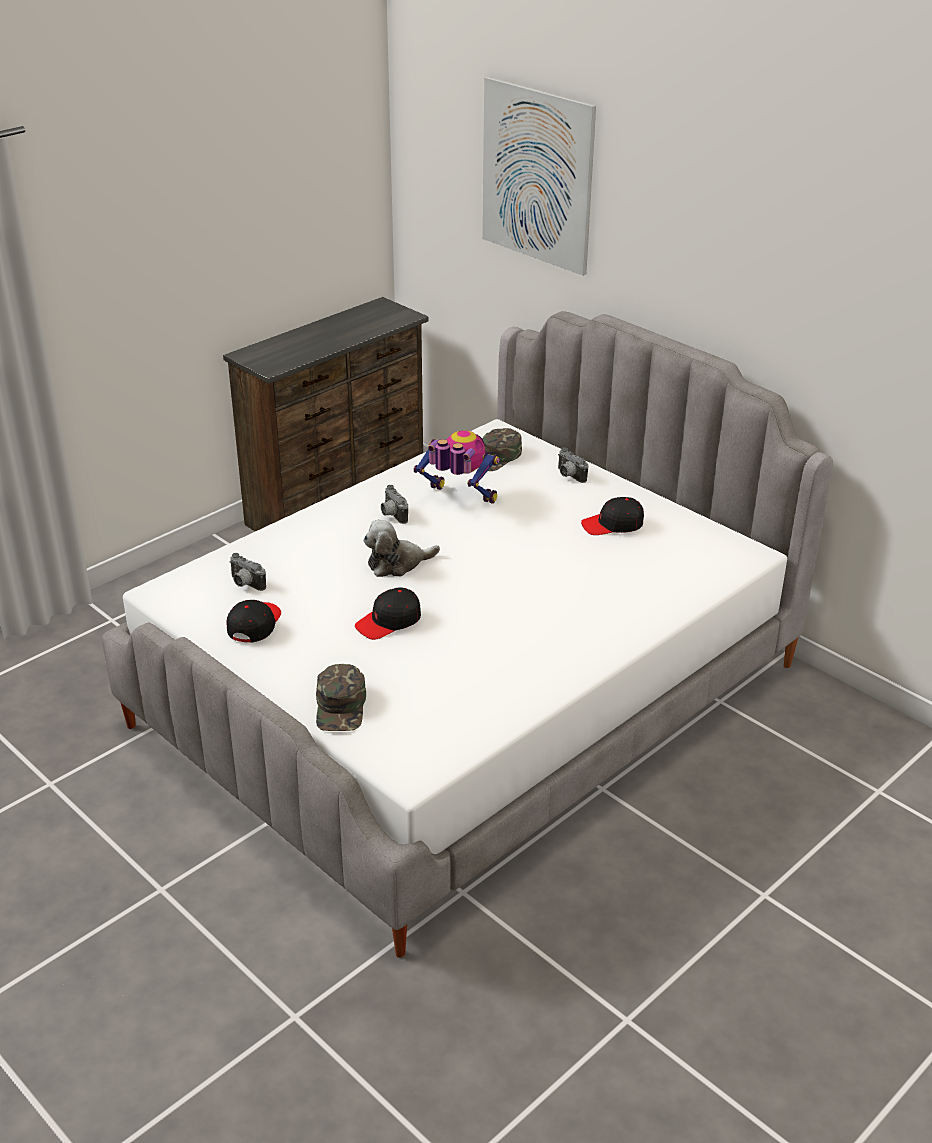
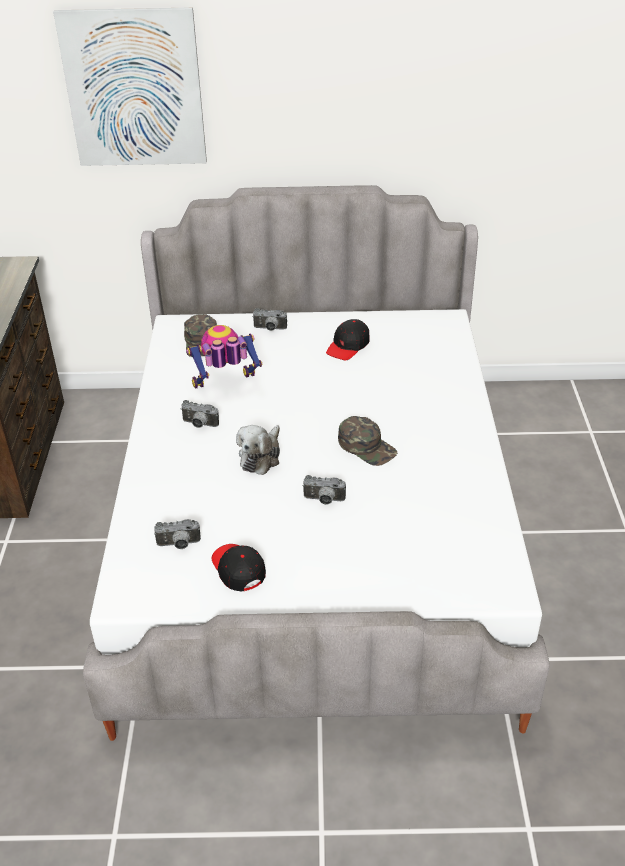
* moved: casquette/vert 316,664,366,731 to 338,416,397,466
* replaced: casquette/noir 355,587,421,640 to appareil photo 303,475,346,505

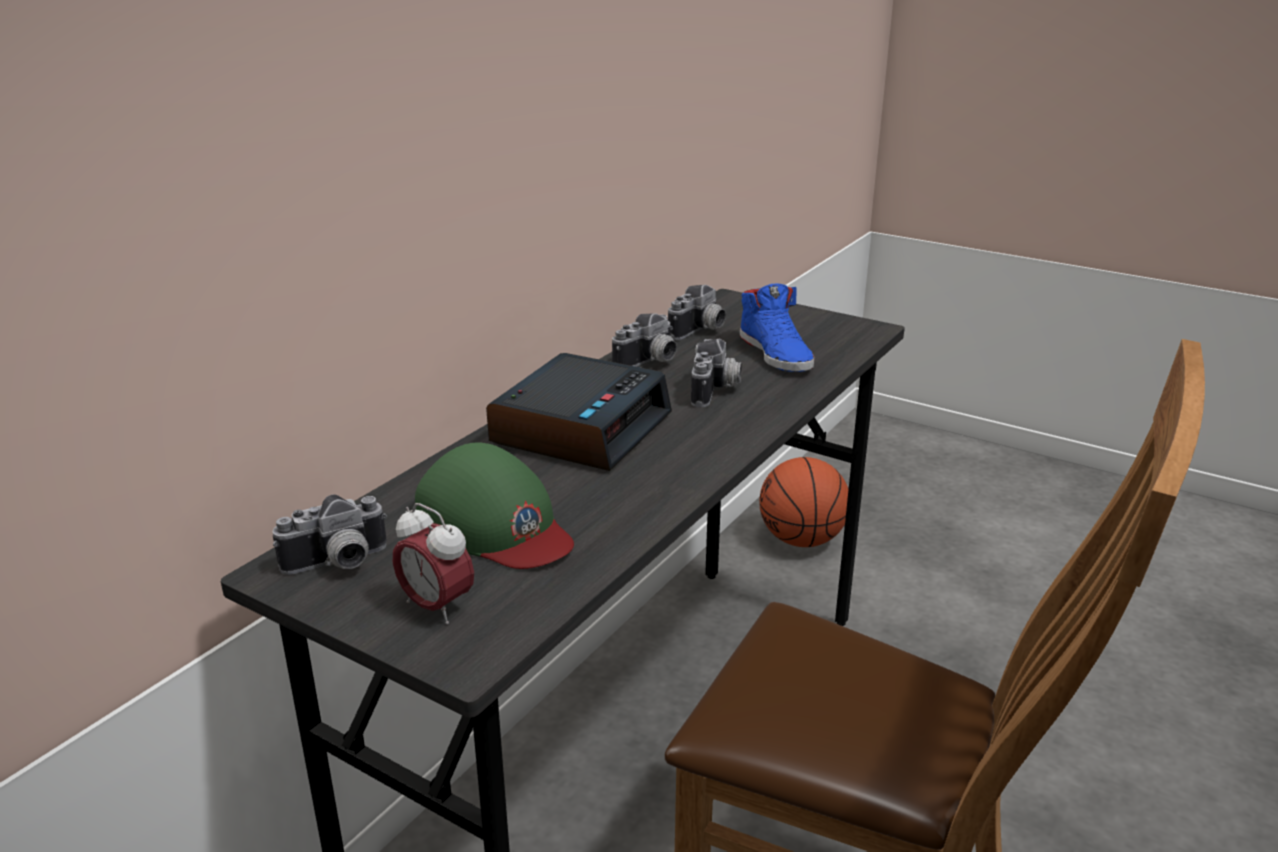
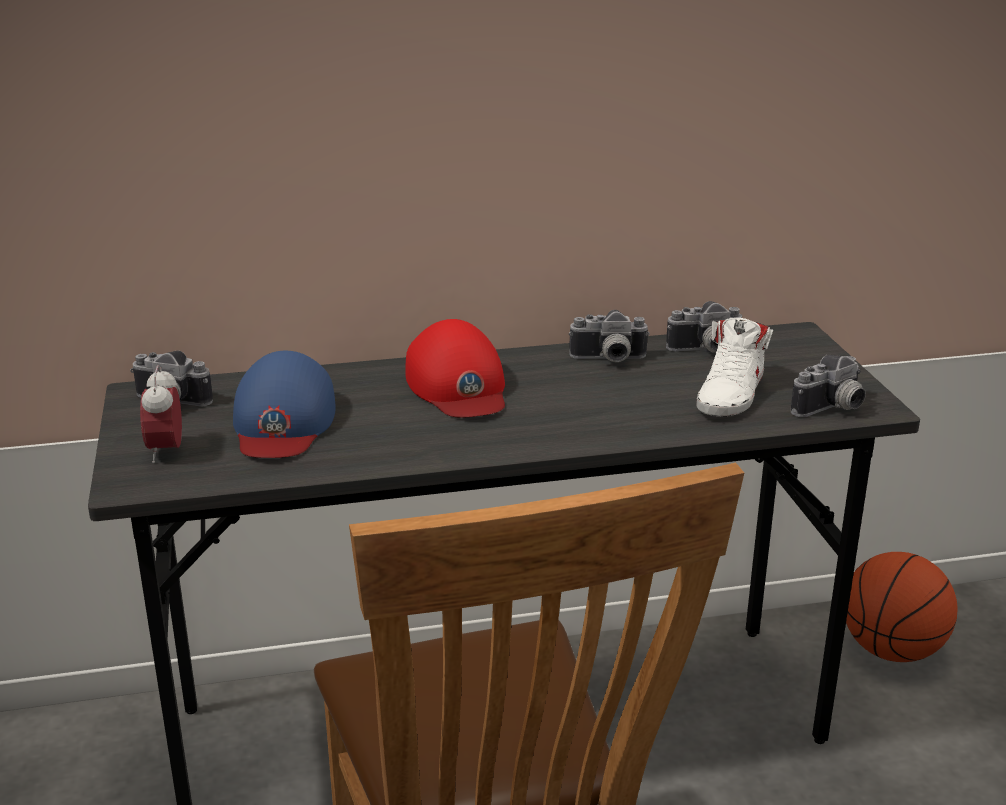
* moved: appareil photo 691,339,742,407 to 791,355,866,417
* replaced: réveil 486,353,672,471 to casquette/rouge 405,319,505,418
* recoloured: casquette/vert 415,442,574,569 to casquette/bleu 233,351,336,458
* recoloured: chaussure/bleu 740,284,815,372 to chaussure/blanc 696,318,773,417

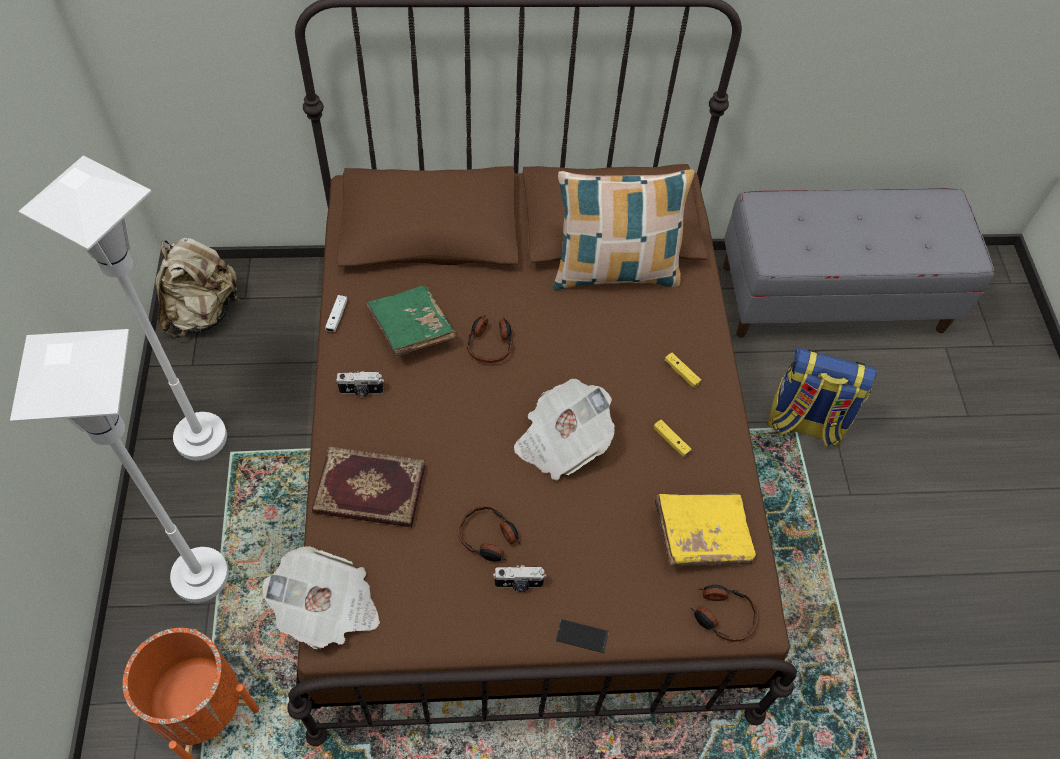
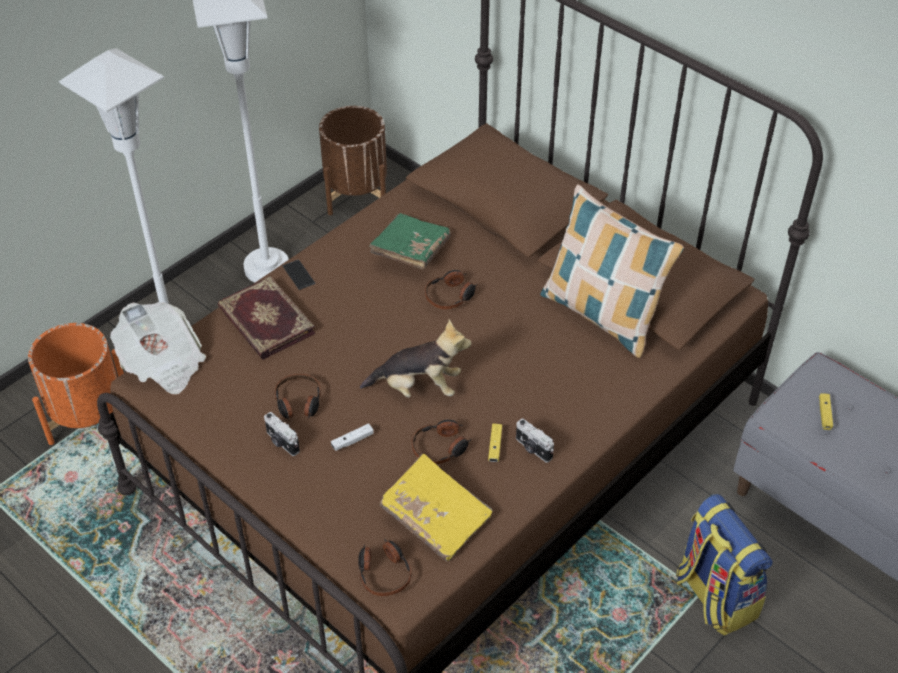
* added: casque audio 412,420,472,465
* moved: manette/blanc 325,295,347,332 to 331,423,374,451
* moved: appareil photo 336,371,384,397 to 516,418,554,463
* moved: téléphone 556,619,609,653 to 282,259,316,290
* moved: manette/jaune 665,353,701,388 to 819,393,833,430
* replaced: sac à dos/beige 155,237,240,338 to cache-pot/marron 319,106,387,215
* replaced: journal 514,379,615,481 to peluche 360,319,472,397

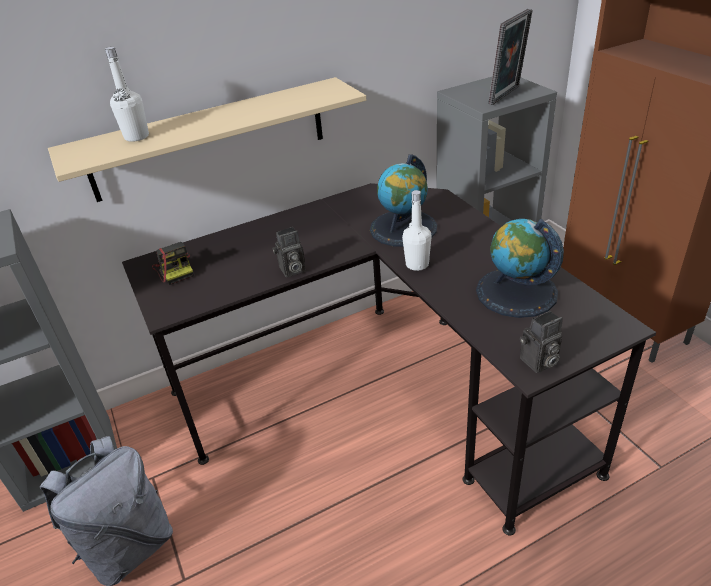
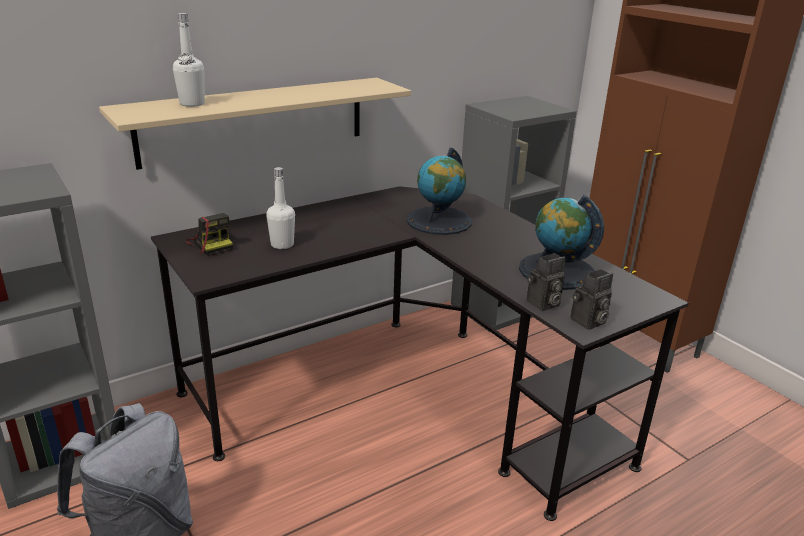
* removed: cadre photo 488,9,533,105
* moved: appareil photo 272,227,306,277 to 527,253,565,311
* moved: bouteille/blanc 402,190,432,271 to 266,167,295,249

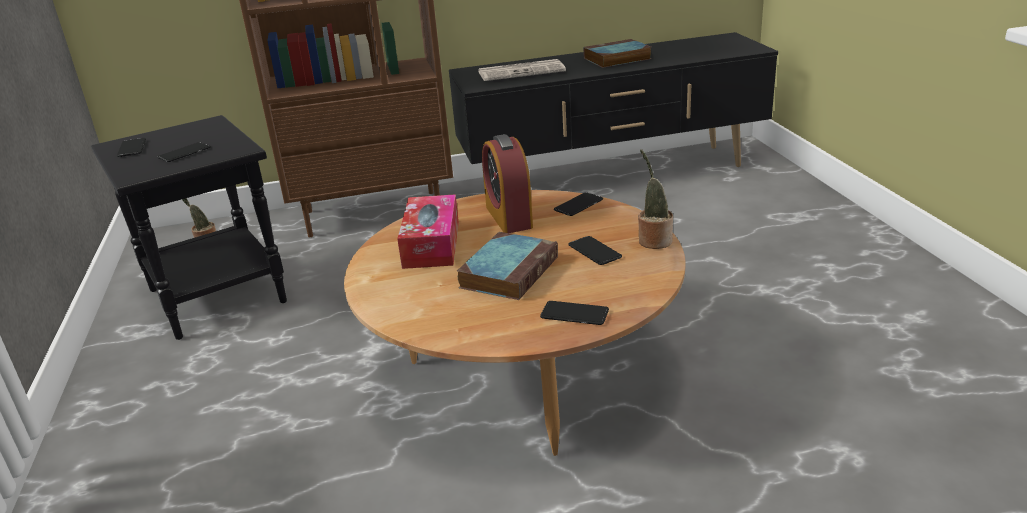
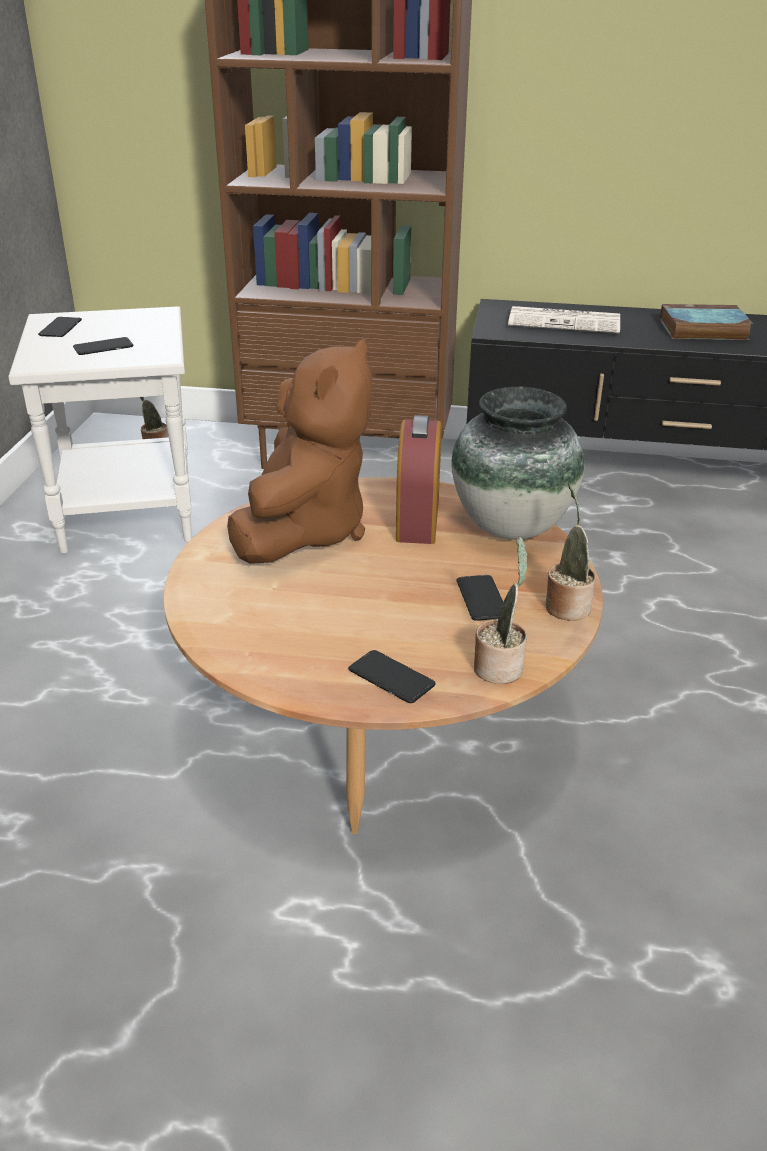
* removed: livre 457,232,558,300
* added: plante en pot 474,536,528,684
* replaced: boîte à mouchoirs 397,194,459,269 to peluche/marron 227,339,372,564
* replaced: téléphone 554,192,603,216 to vase 452,387,584,540
* recoloured: table d'appoint/noir 91,115,287,340 to table d'appoint/blanc 8,306,192,554

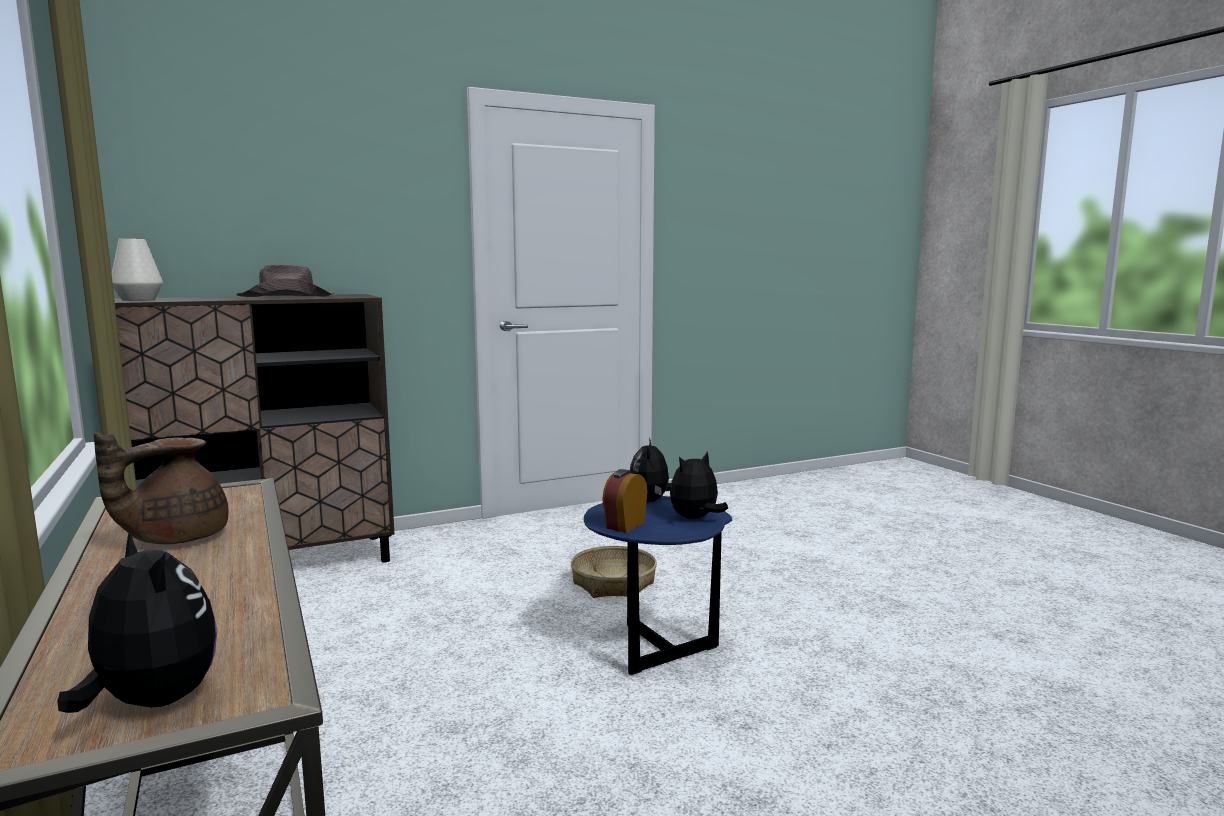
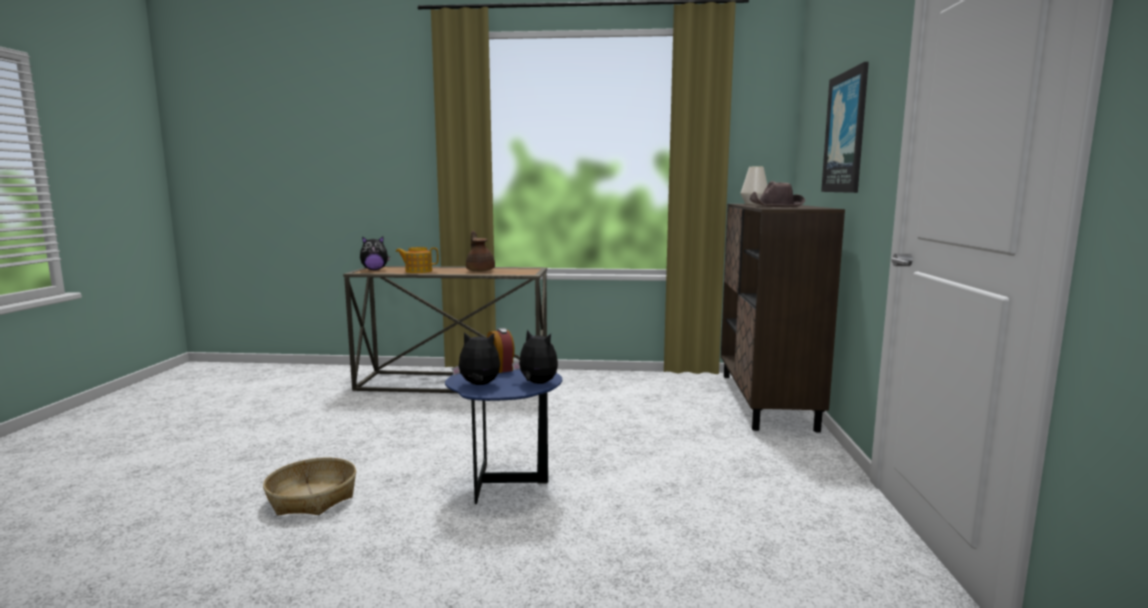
* added: théière 396,247,439,273
* added: tableau 821,62,869,193
* moved: panier 571,546,657,598 to 263,457,356,515
* turned: peluche 670,451,728,519 = 452,332,500,385 75 degrees counterclockwise

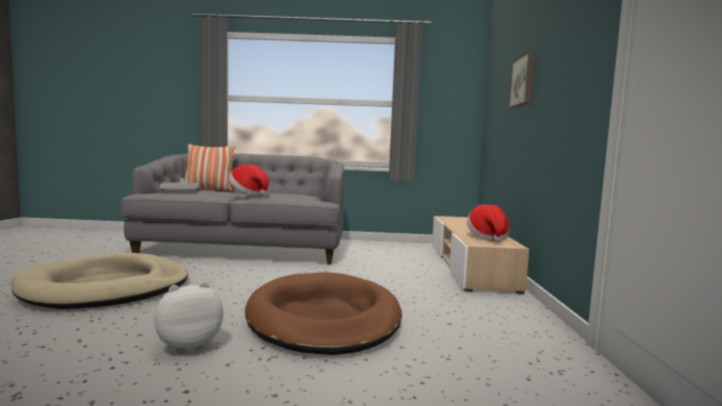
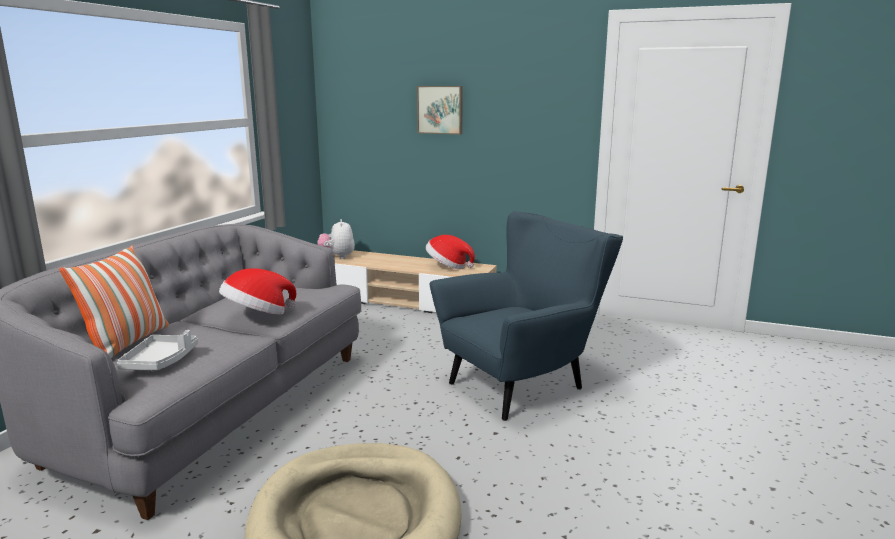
* moved: peluche 154,282,223,353 to 318,219,355,259
* replaced: panier pour chien/marron 245,272,402,355 to fauteuil/bleu 430,211,623,421

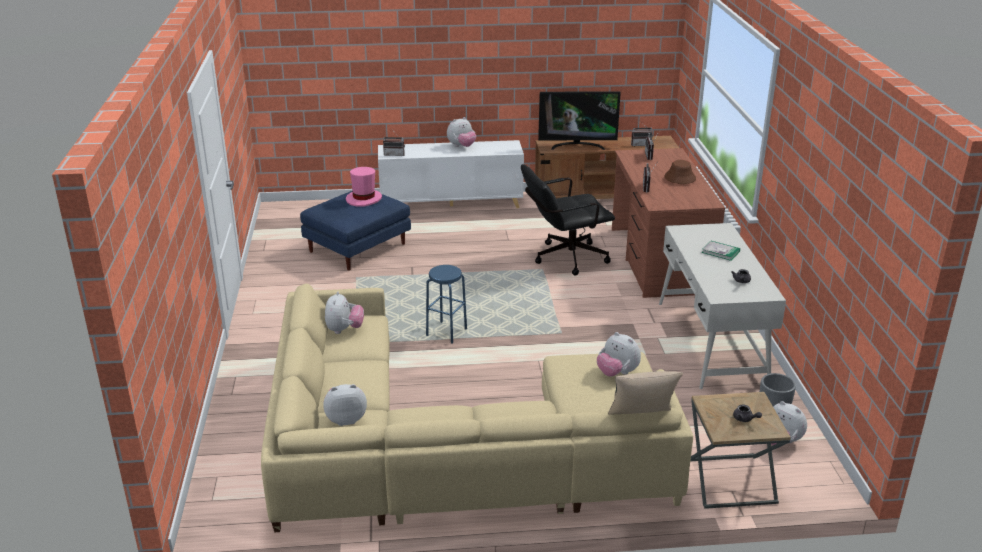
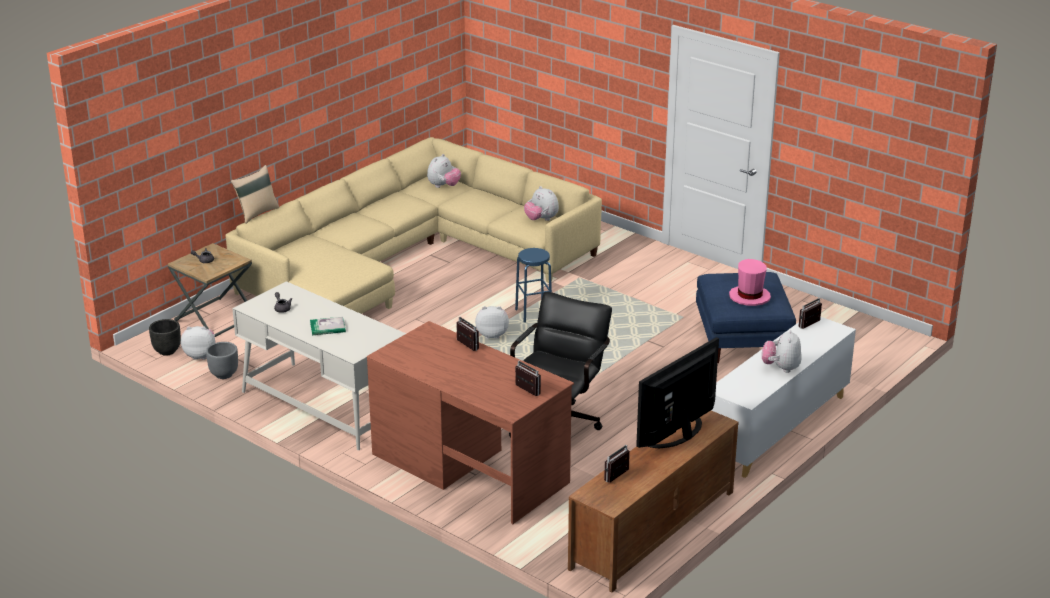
* removed: chapeau/marron 665,160,696,184
* added: cache-pot/noir 149,319,181,356
* moved: peluche 597,332,641,377 to 475,306,509,339

